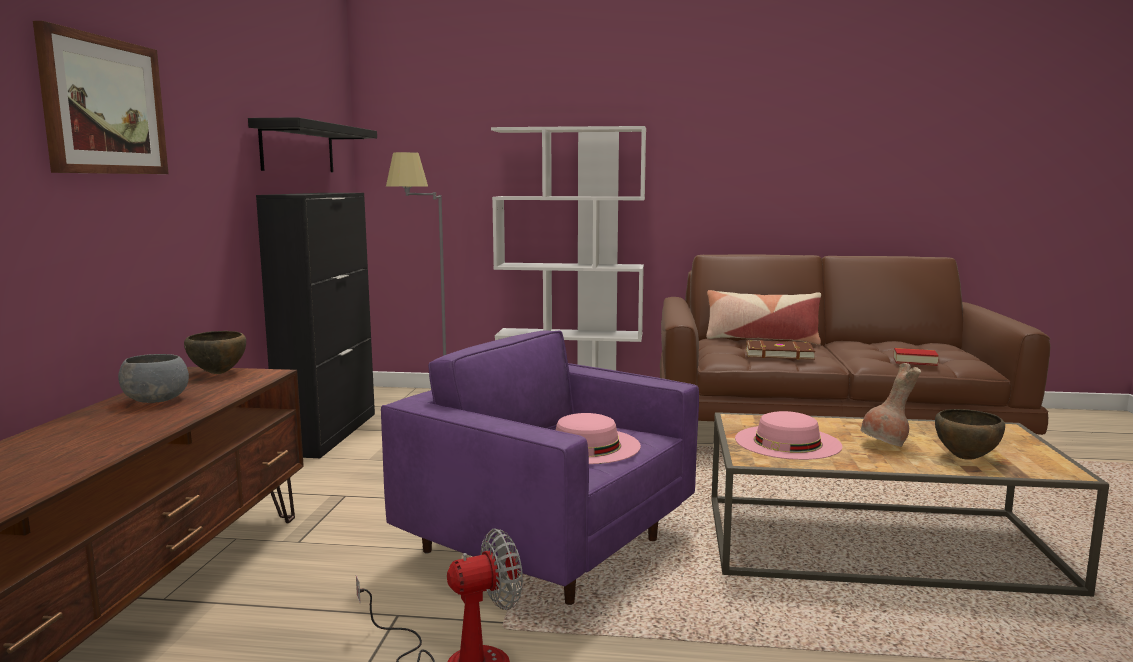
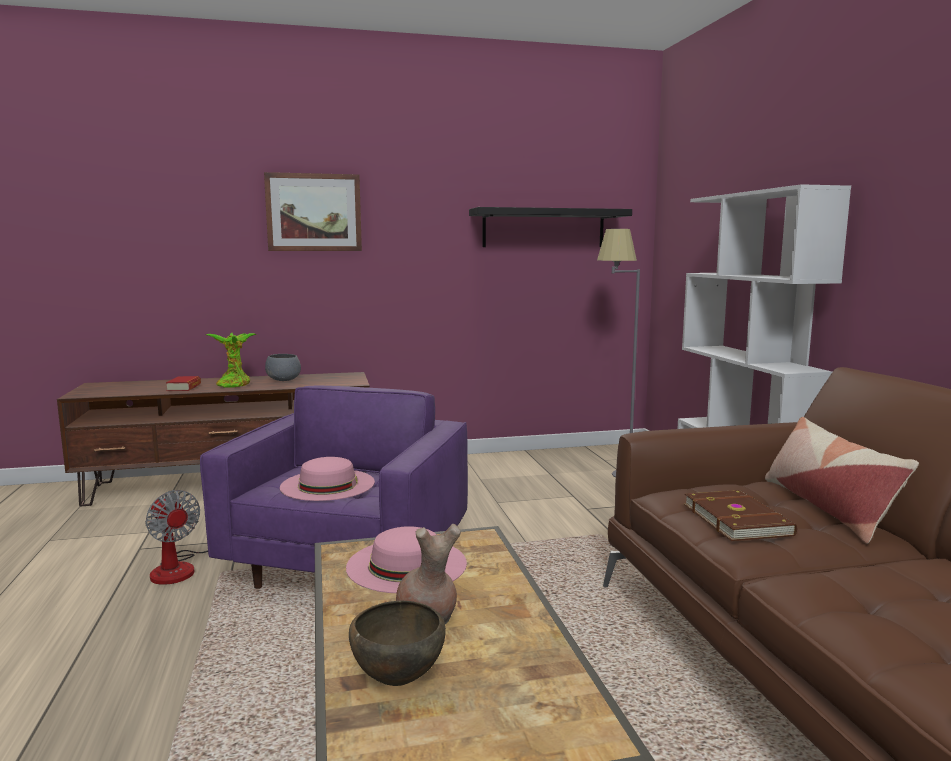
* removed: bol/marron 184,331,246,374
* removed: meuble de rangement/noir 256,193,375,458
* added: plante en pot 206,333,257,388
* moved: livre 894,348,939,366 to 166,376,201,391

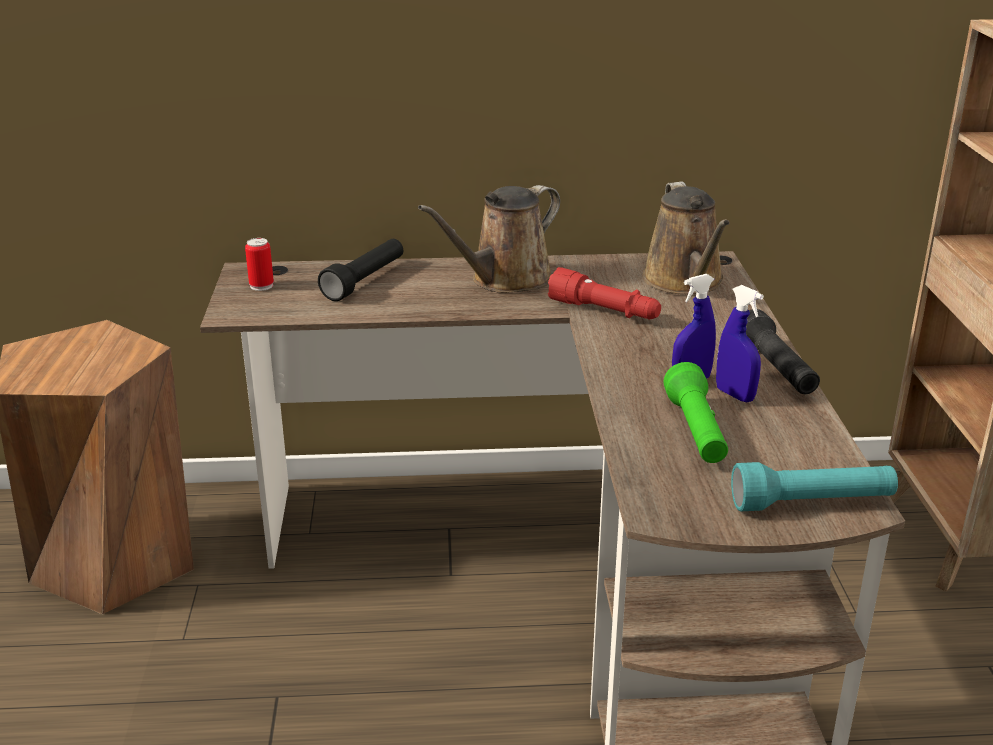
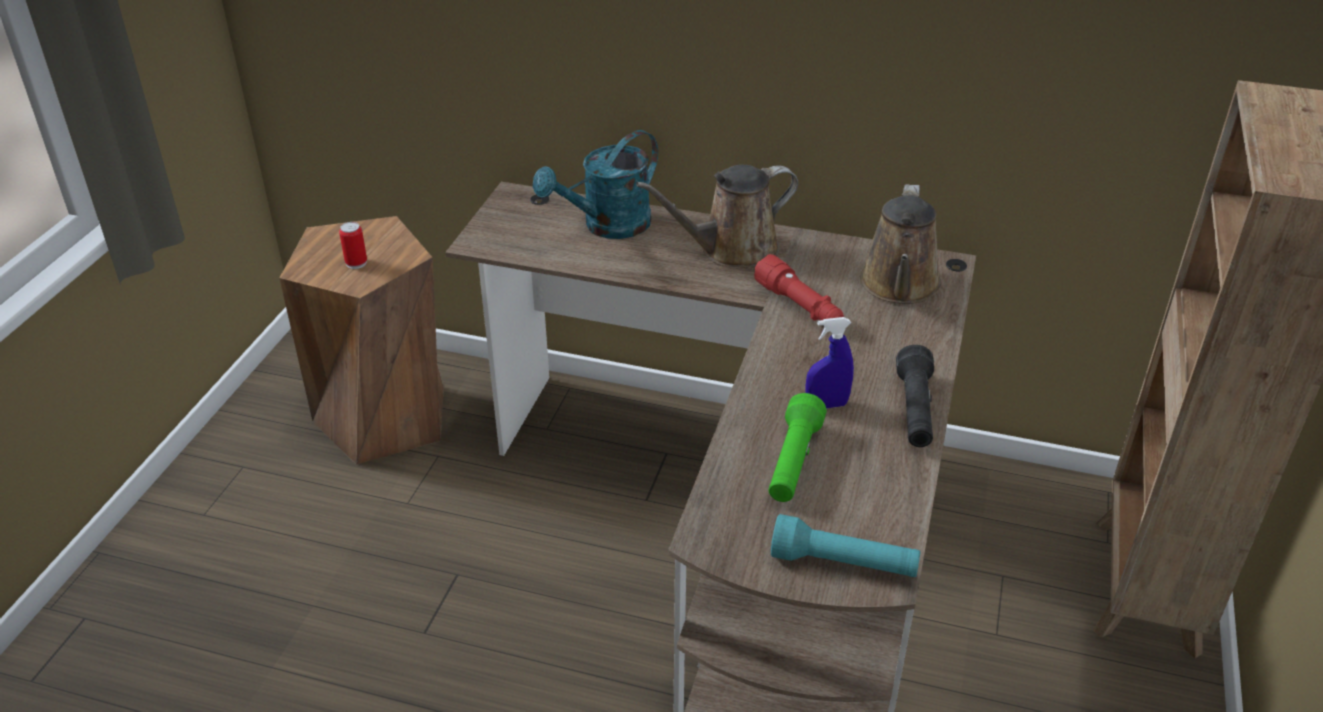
* removed: vaporisateur/bleu 716,285,764,402
* moved: boîte métallique 245,238,274,291 to 339,222,367,269
* replaced: lampe de poche/noir 318,239,403,301 to arrosoir/turquoise 533,130,658,239

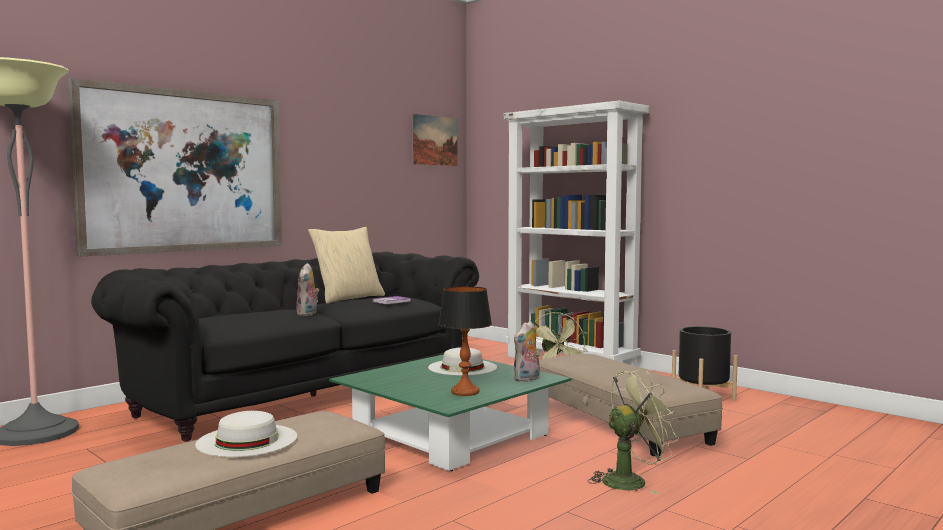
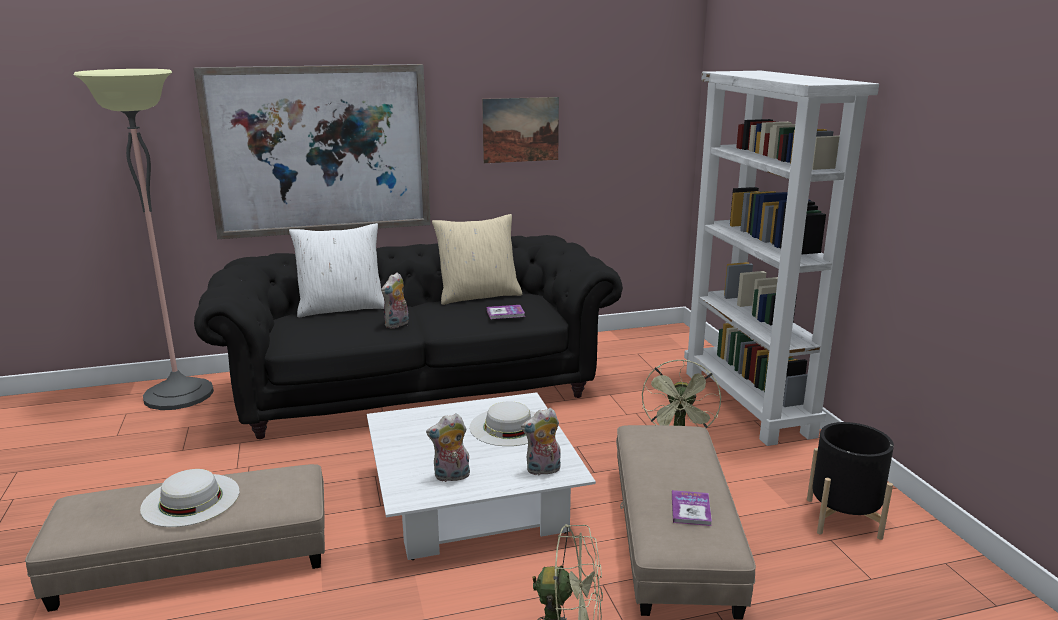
* added: coussin/blanc 289,223,384,318
* added: livre 672,490,712,526
* moved: tableau 412,114,458,166 to 482,97,559,163
* replaced: lampe de table 438,286,492,396 to peluche 426,414,471,482
* recoloured: table basse/vert 329,354,572,471 to table basse/blanc 367,392,596,560

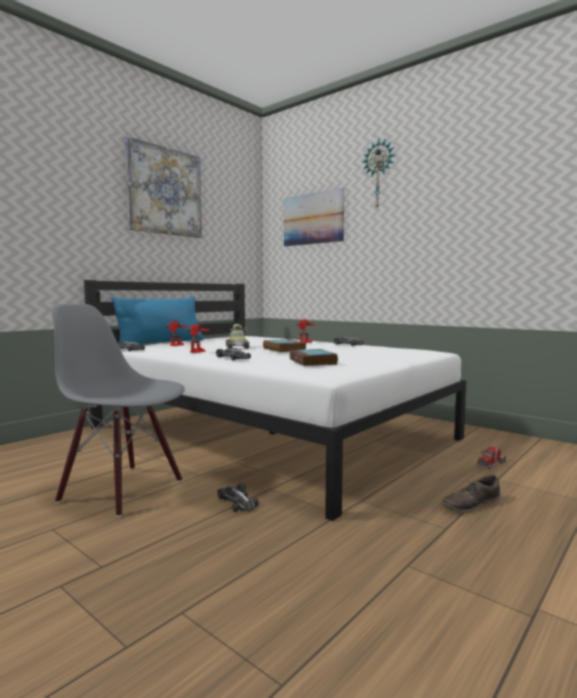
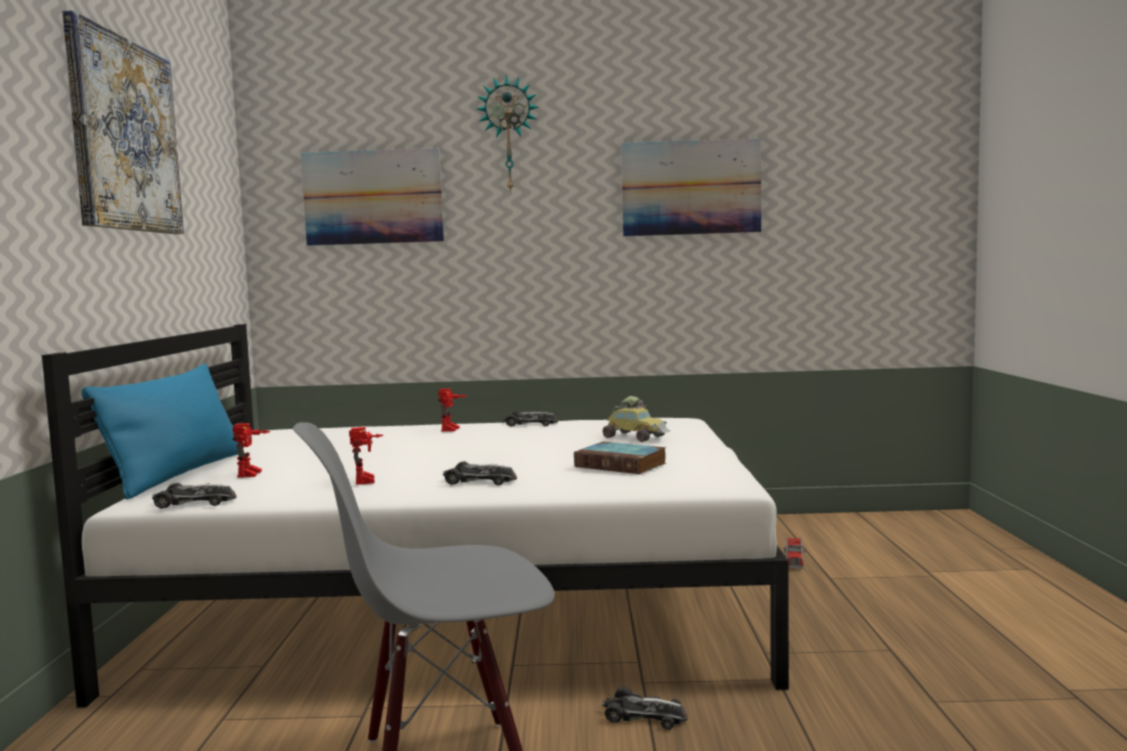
* removed: livre 263,339,306,352
* removed: chaussure/marron 441,475,500,513
* added: tableau 621,138,761,237
* moved: petite voiture 226,324,249,349 to 602,396,670,442

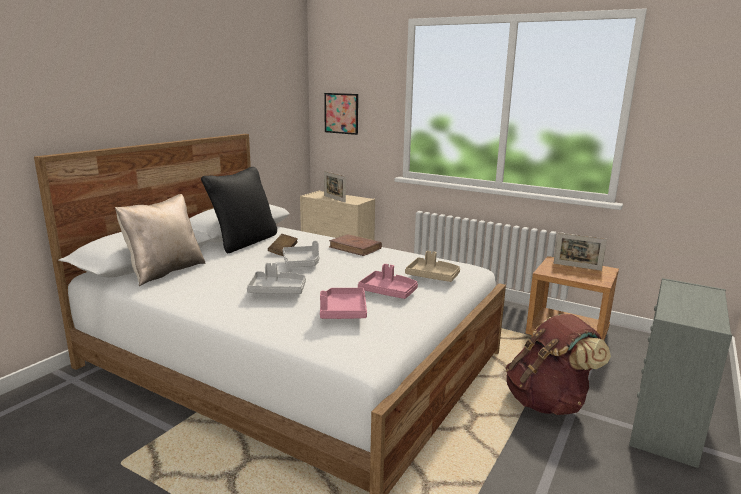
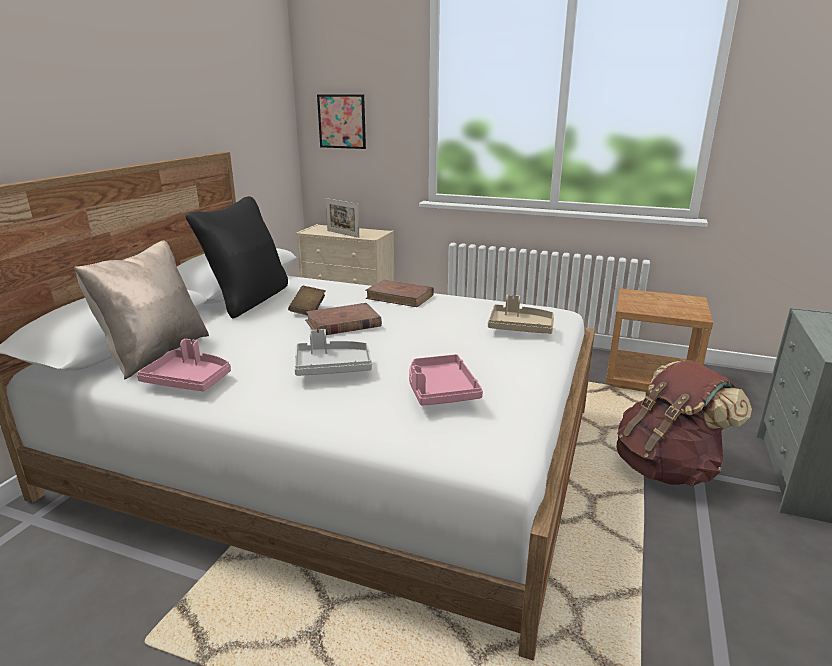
* removed: cadre photo 554,233,607,271
* moved: plateau/rose 358,264,418,299 to 137,339,231,391
* replaced: plateau/gris 283,241,319,268 to livre/marron 305,303,382,335

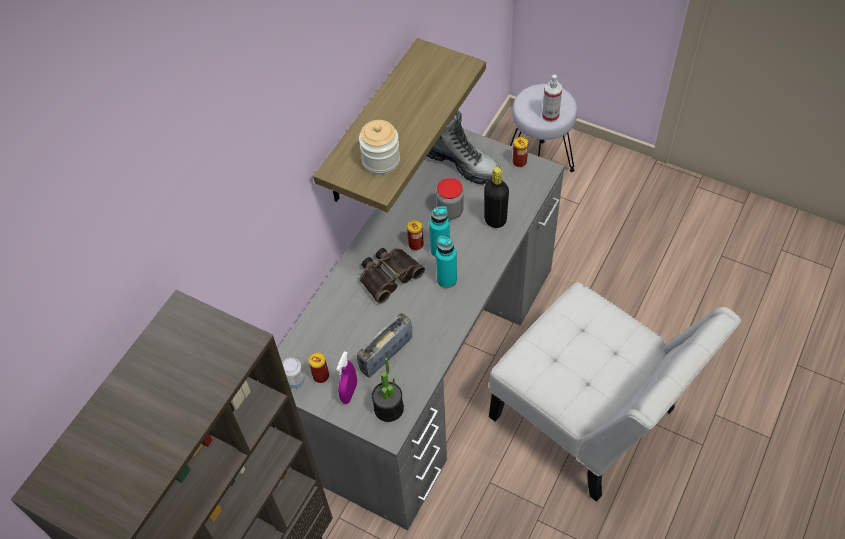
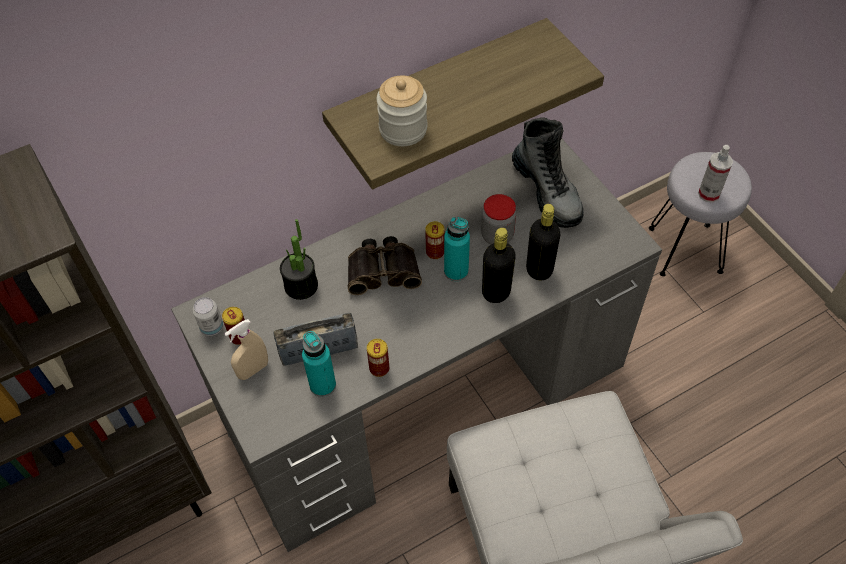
* added: bouteille/noir 482,228,516,303
* moved: plante en pot 372,358,404,422 to 280,219,318,300
* moved: bouteille/turquoise 436,236,457,288 to 302,331,336,397
* moved: boîte métallique 513,137,528,167 to 367,339,389,377
* recoloured: vaporisateur/violet 336,351,357,404 to vaporisateur/beige 225,319,268,380

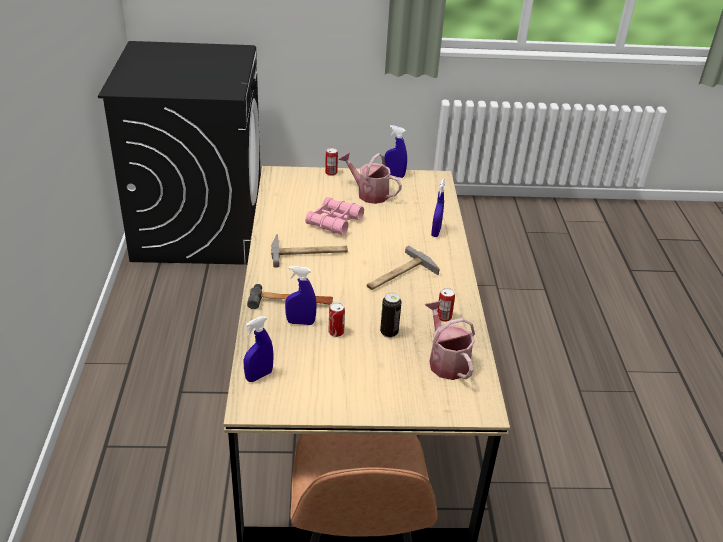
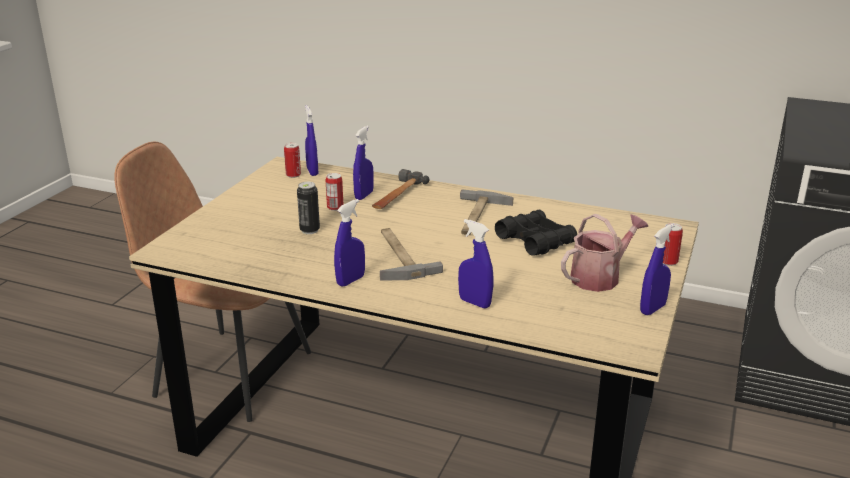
* removed: arrosoir 425,301,475,380
* added: vaporisateur/bleu 334,199,365,287
* moved: boîte métallique 437,288,455,322 to 284,143,301,178
* recoloured: jumelles/rose 305,197,364,235 to jumelles/noir 495,210,577,256

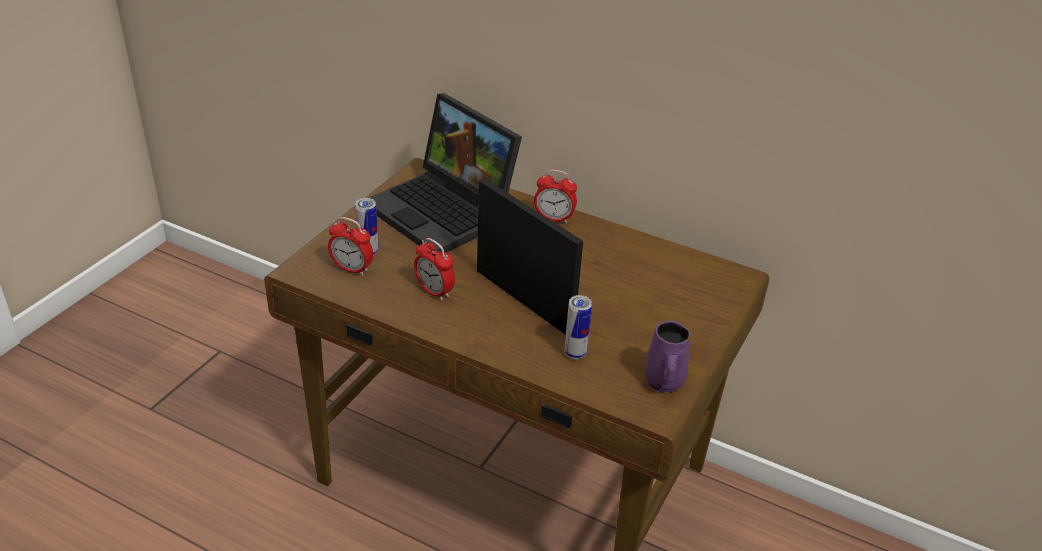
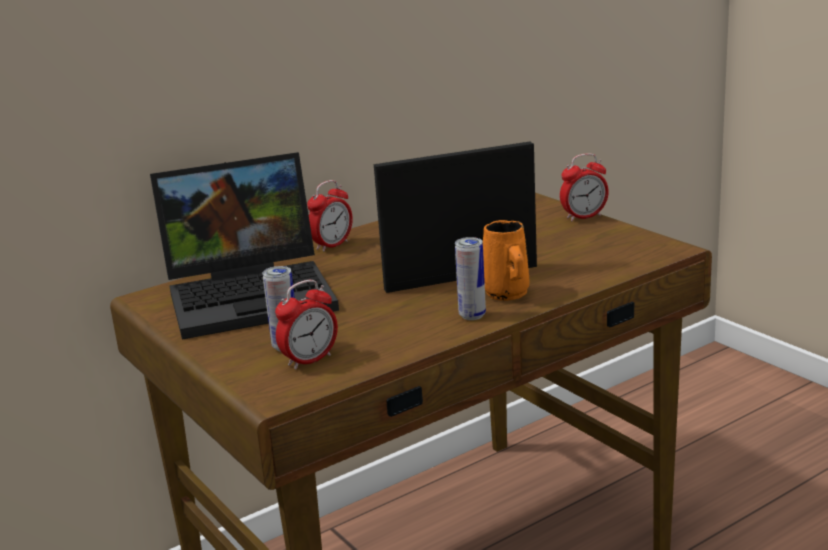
* removed: mug/violet 645,321,691,392
* added: mug/orange 483,220,530,301
* moved: réveil 414,238,455,301 to 560,153,609,221
* moved: boîte métallique 565,295,592,359 to 455,237,486,320

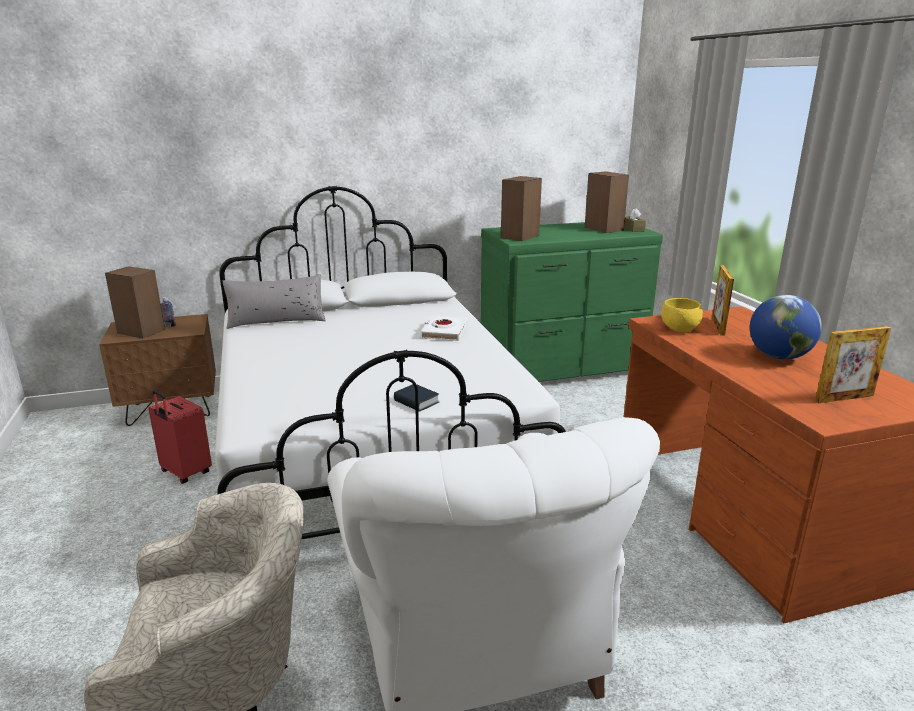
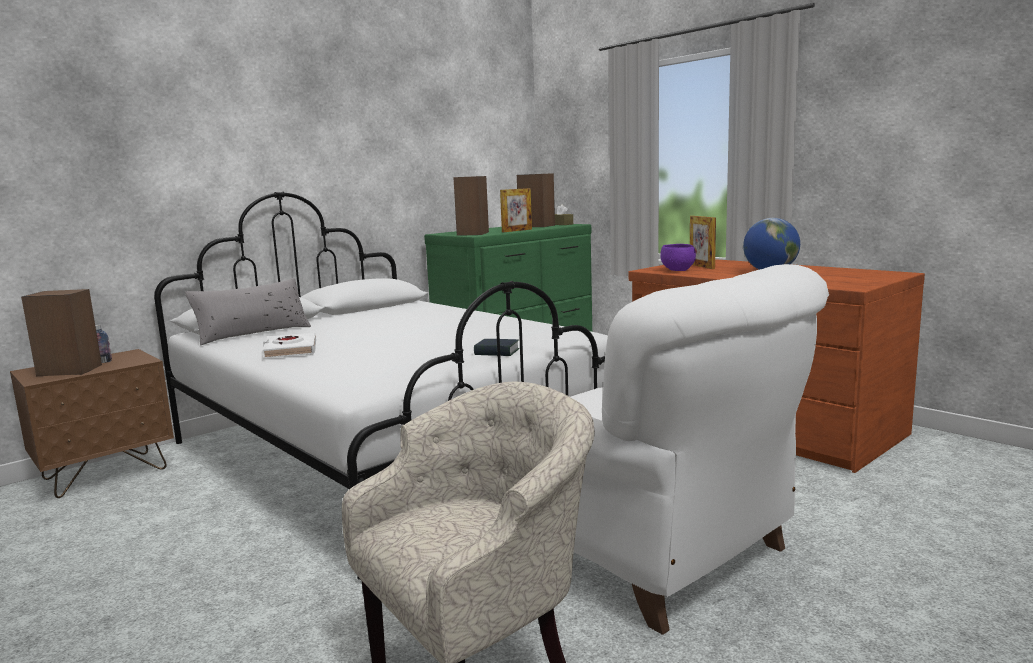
* removed: valise/rouge 148,390,212,484
* moved: livre/blanc 420,315,468,341 to 263,333,316,358
* moved: cadre photo 815,326,891,403 to 500,188,532,232
* recoloured: bol/jaune 661,298,703,332 to bol/violet 660,244,696,271

